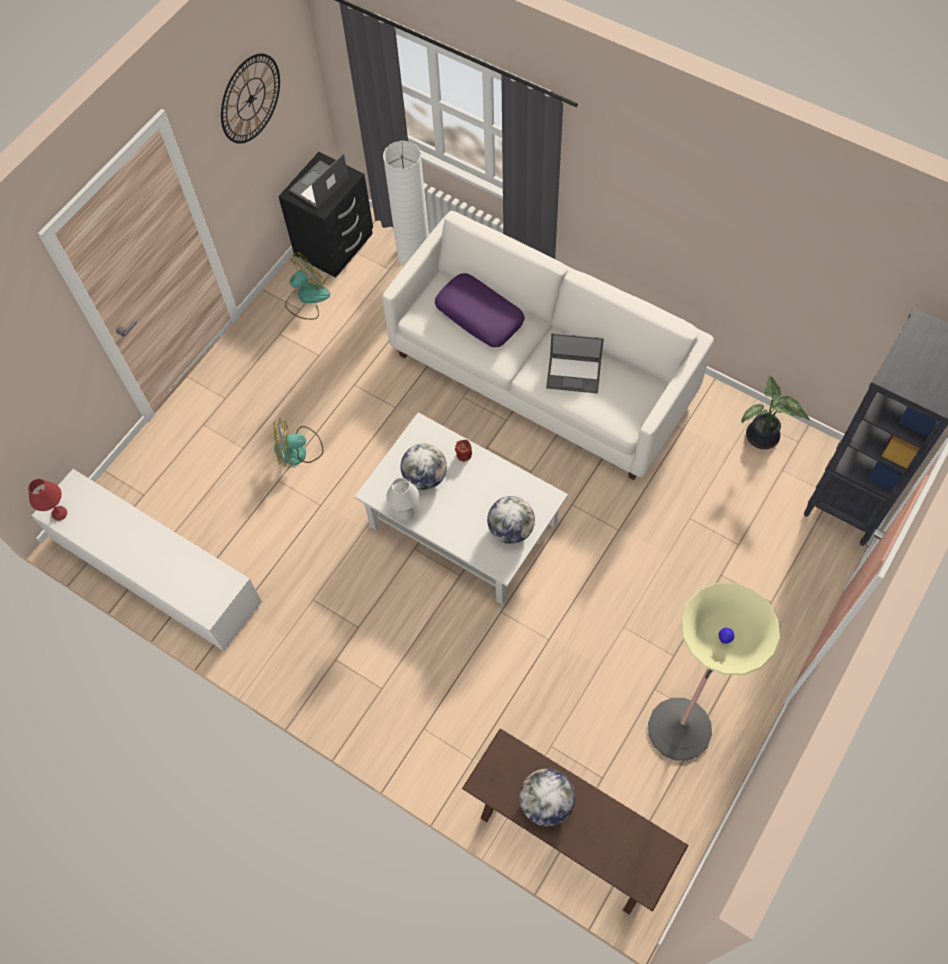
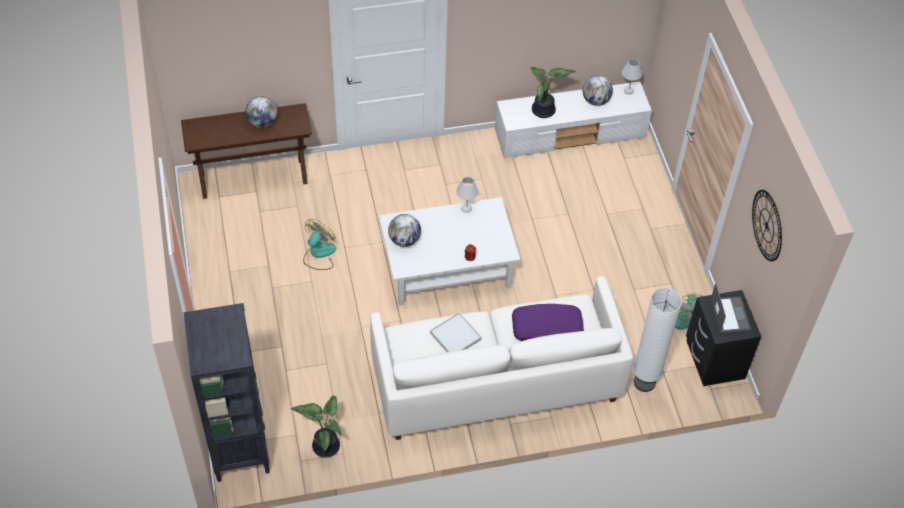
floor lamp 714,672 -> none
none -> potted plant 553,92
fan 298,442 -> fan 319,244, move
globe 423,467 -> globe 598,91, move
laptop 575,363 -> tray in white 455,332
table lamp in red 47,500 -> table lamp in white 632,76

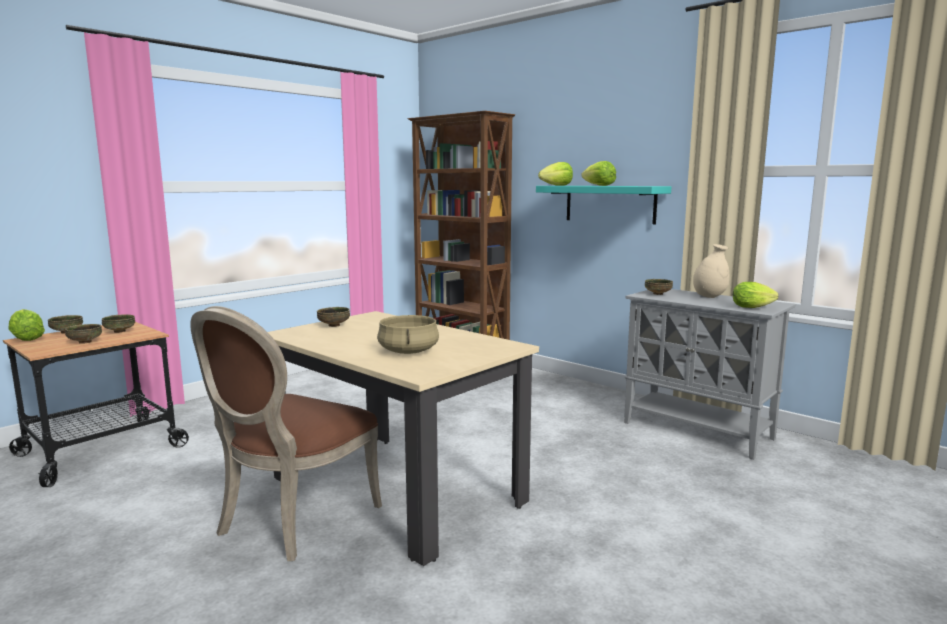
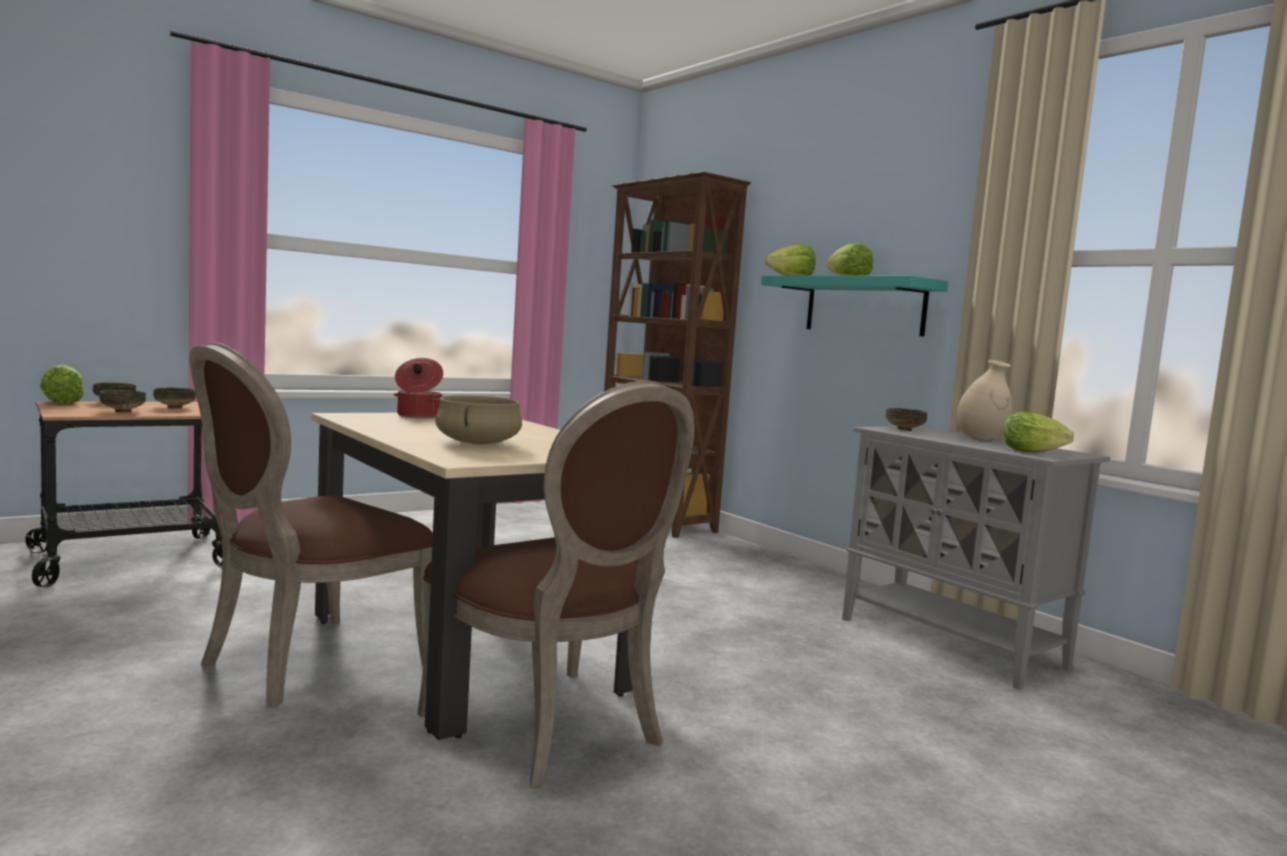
none -> chair in brown 556,584
bowl 333,317 -> cooking pot 418,388

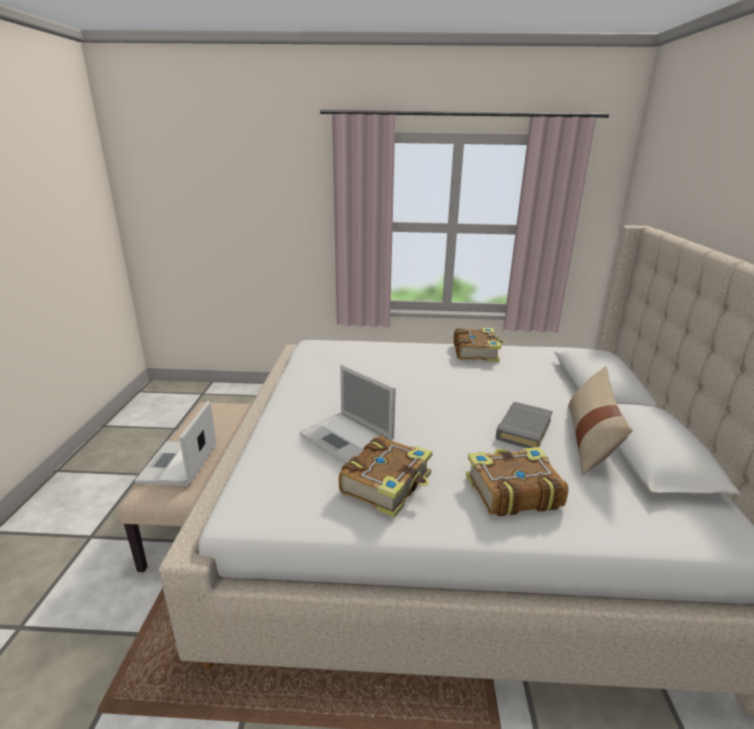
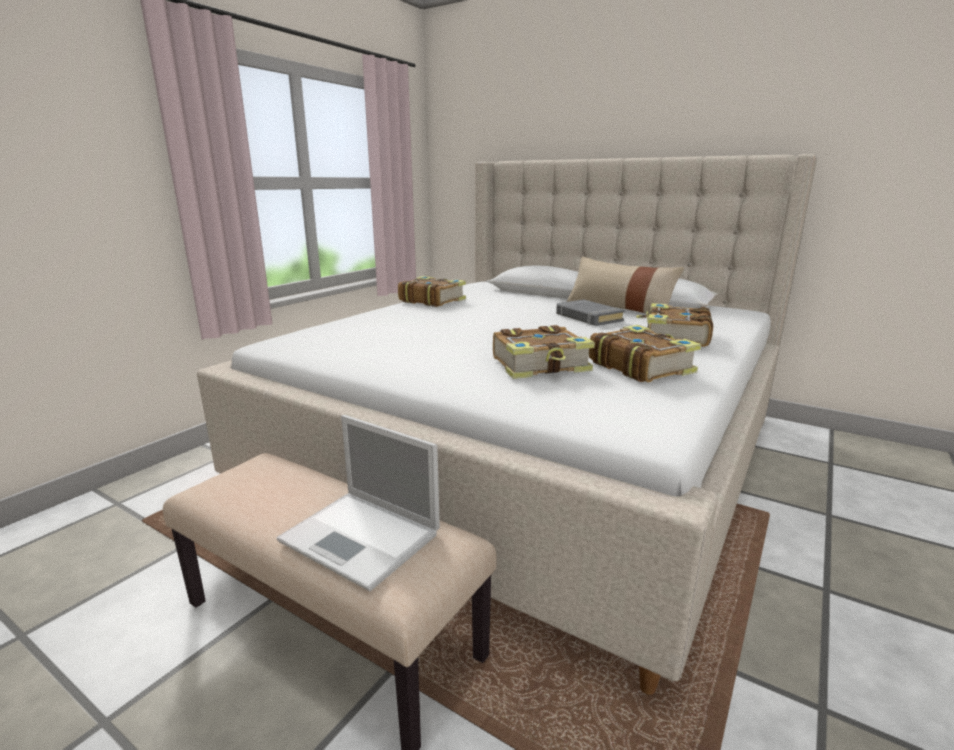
laptop 347,414 -> book 544,352

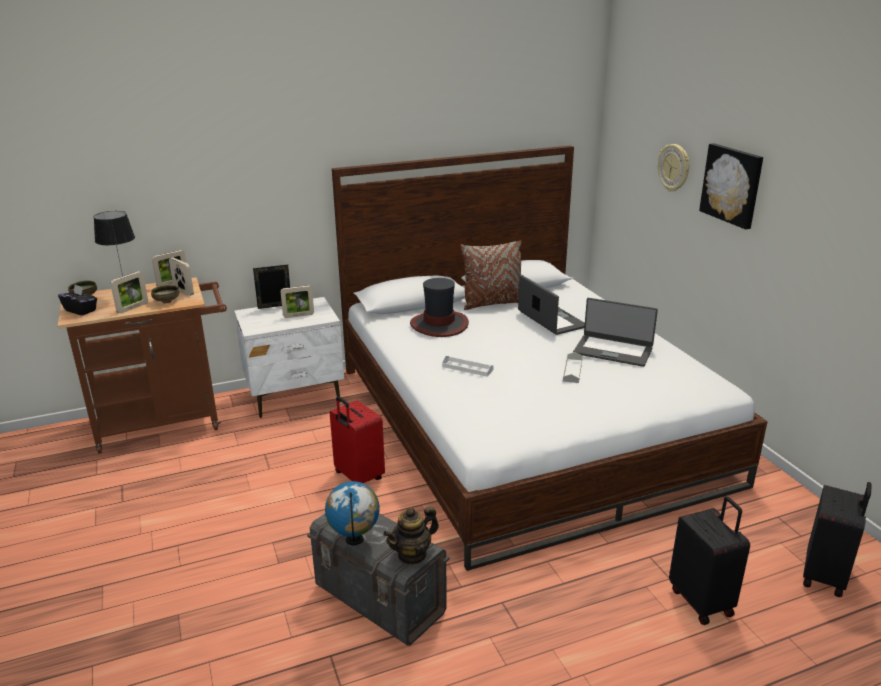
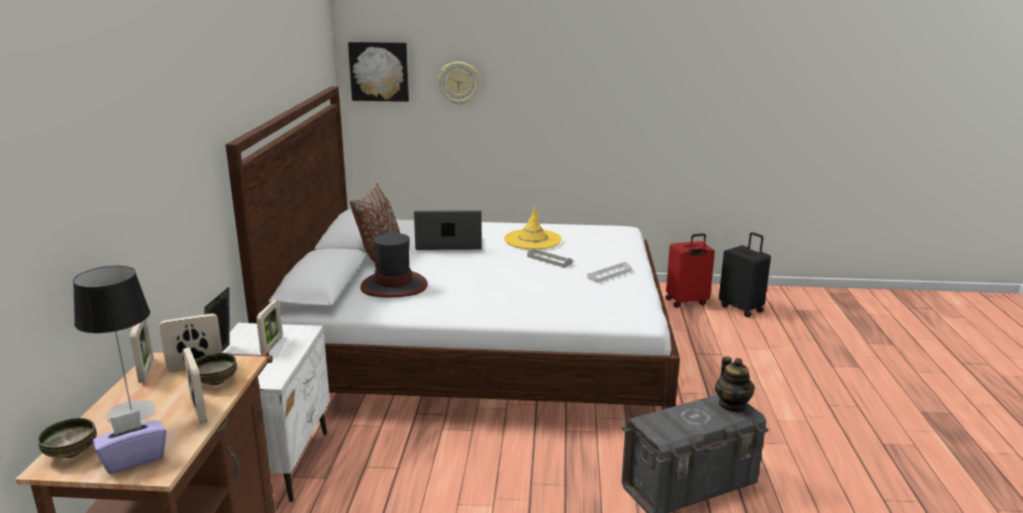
globe 352,513 -> none
suitcase in black 709,560 -> none
suitcase in red 357,439 -> suitcase in red 690,270, move
tray in white 468,366 -> tray in white 609,272, move
picture 731,186 -> picture 378,72, move
laptop 615,332 -> hat in yellow 533,227
tissue box in black 77,300 -> tissue box in purple 129,442

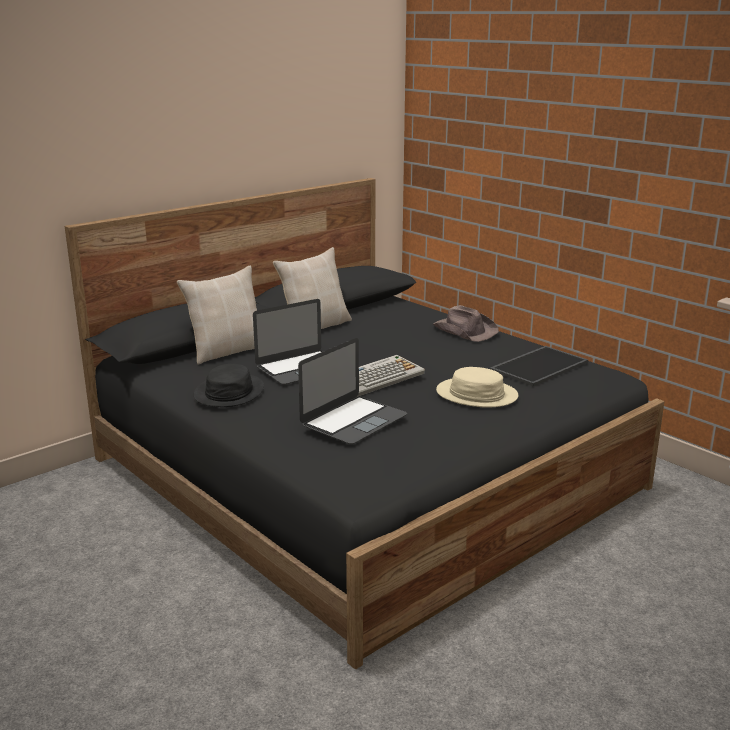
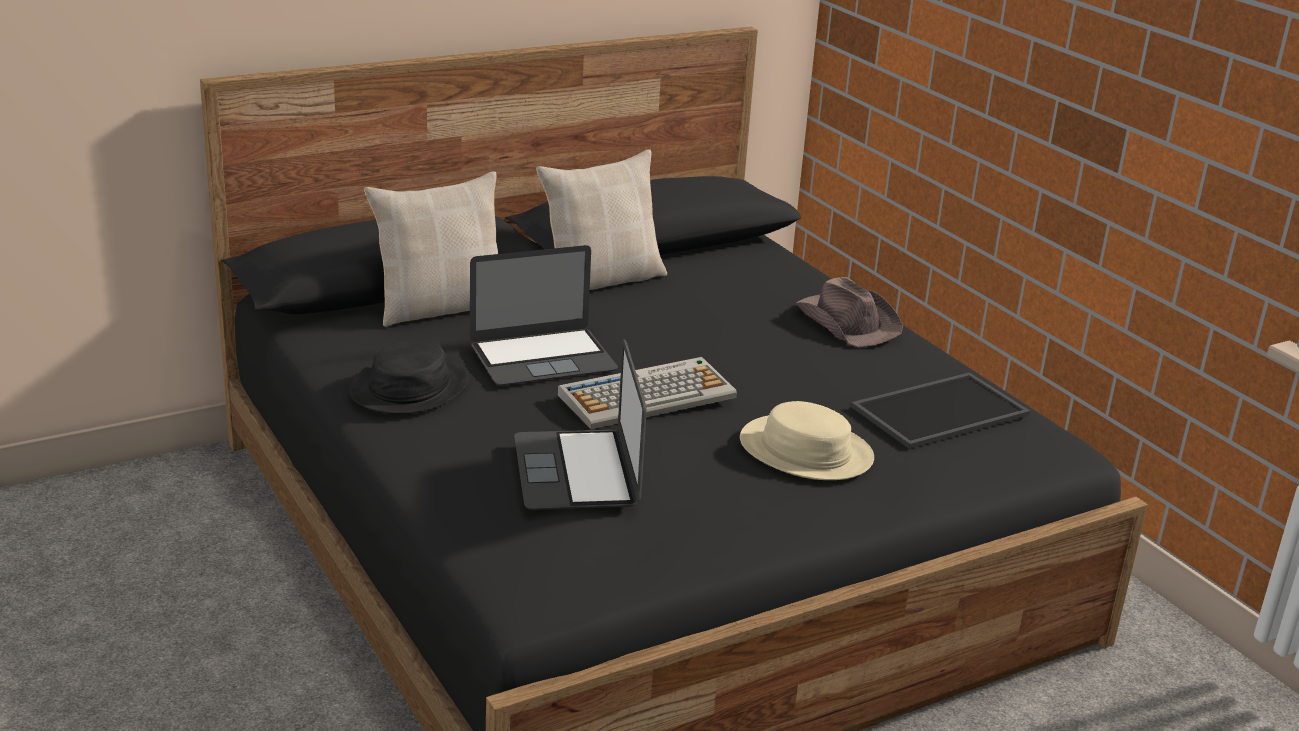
laptop 352,391 -> laptop 580,424, 120 degrees clockwise

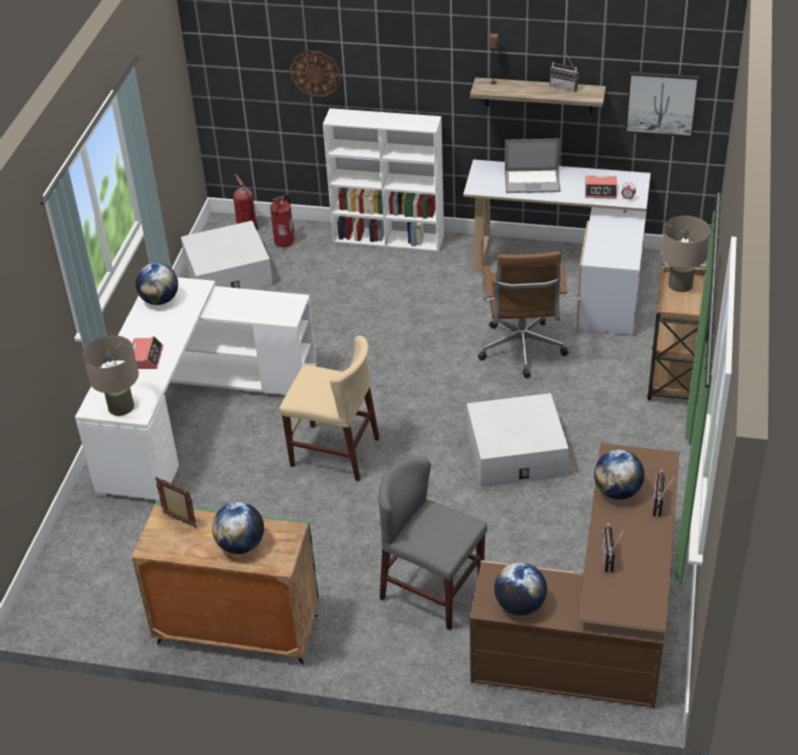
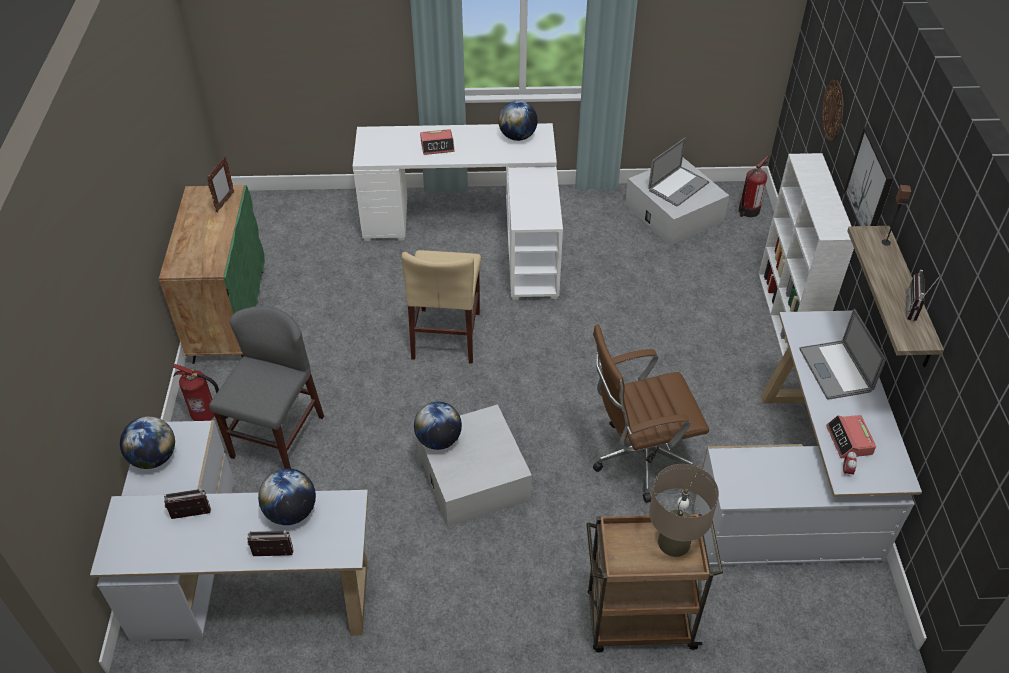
table lamp in beige 111,375 -> none
none -> laptop 678,172
globe 238,528 -> globe 438,426, move
fire extinguisher 282,220 -> fire extinguisher 200,392, move
picture 662,104 -> picture 869,176, move
desk in brown 574,575 -> desk in white 229,530

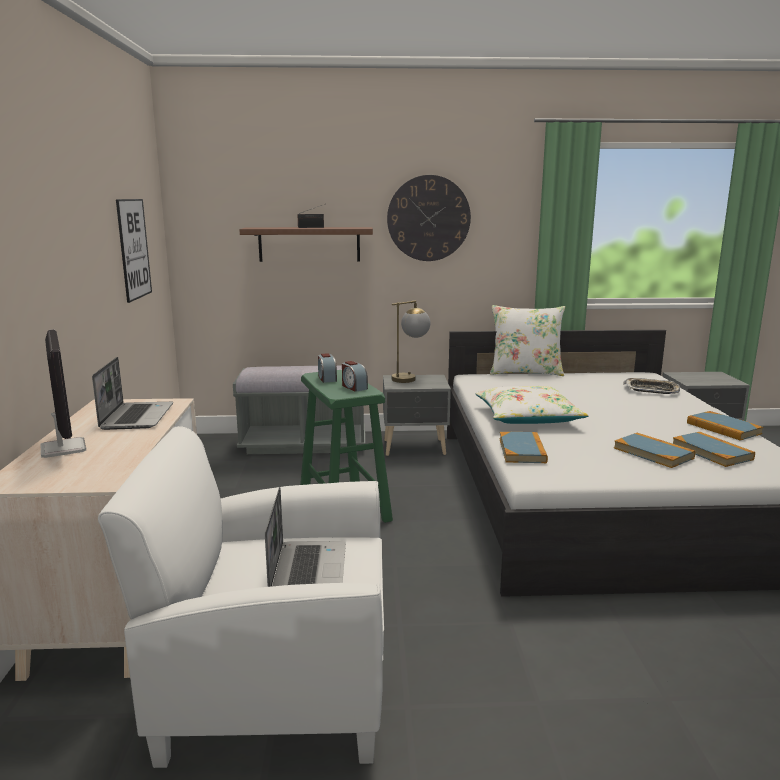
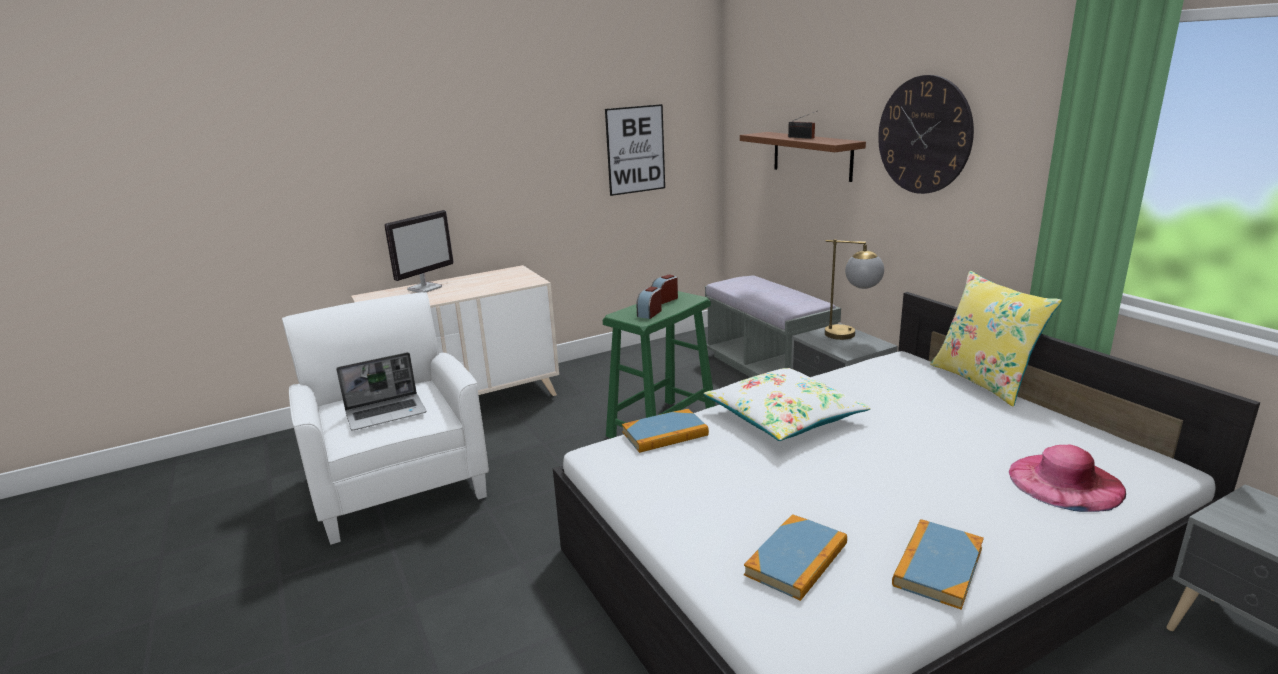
laptop 132,393 -> none
book 654,450 -> none
tray 651,386 -> hat in pink 1067,478
pillow in white 527,340 -> pillow in yellow 996,339

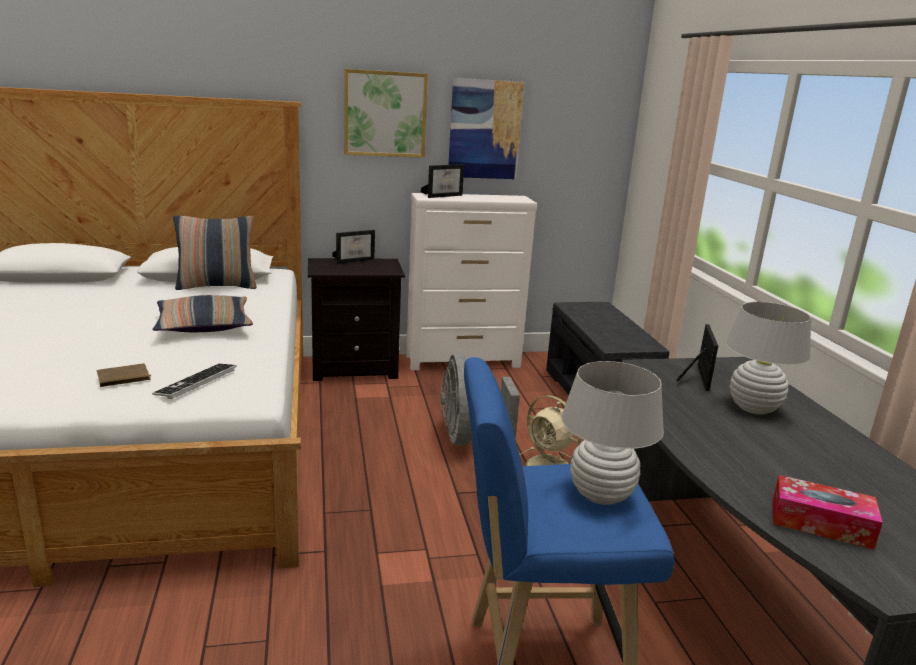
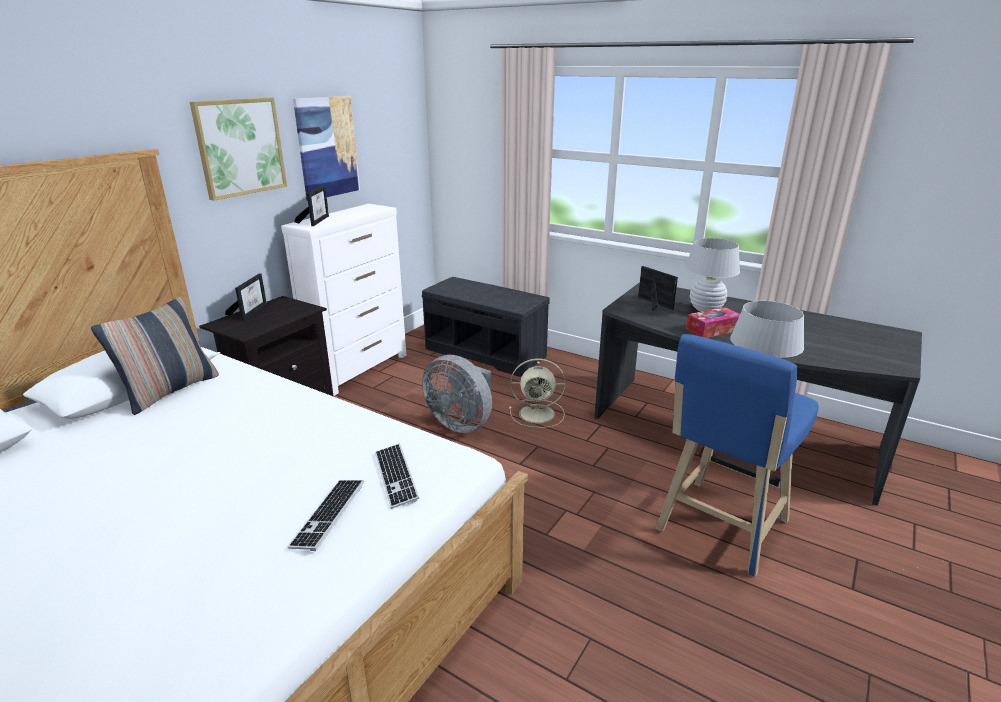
pillow 202,313 -> none
tissue box 827,512 -> tissue box 713,322, move
book in brown 124,375 -> keyboard 326,515

